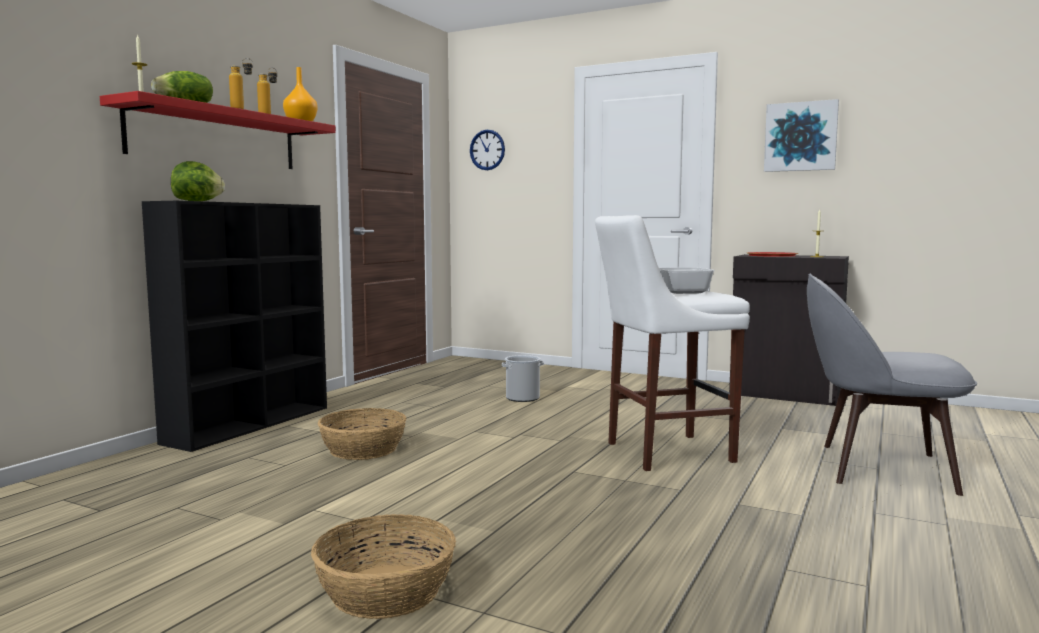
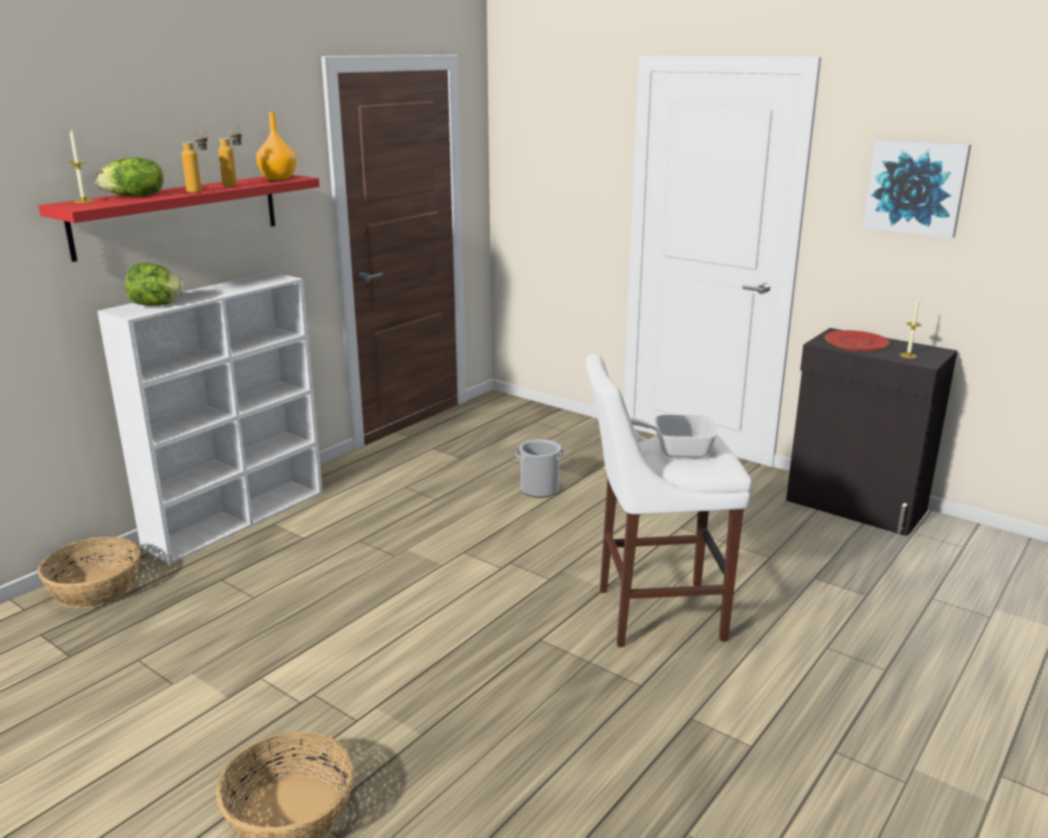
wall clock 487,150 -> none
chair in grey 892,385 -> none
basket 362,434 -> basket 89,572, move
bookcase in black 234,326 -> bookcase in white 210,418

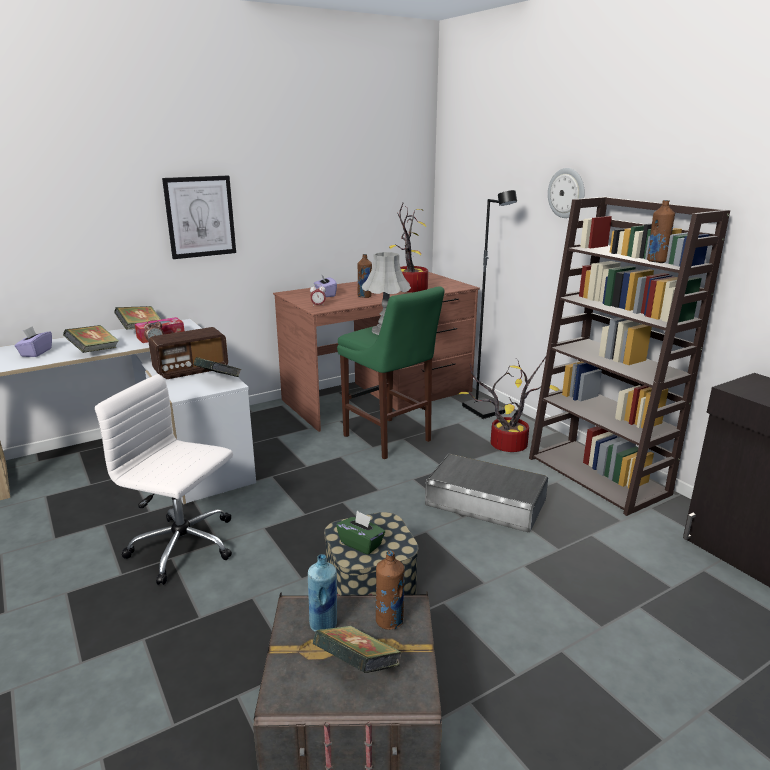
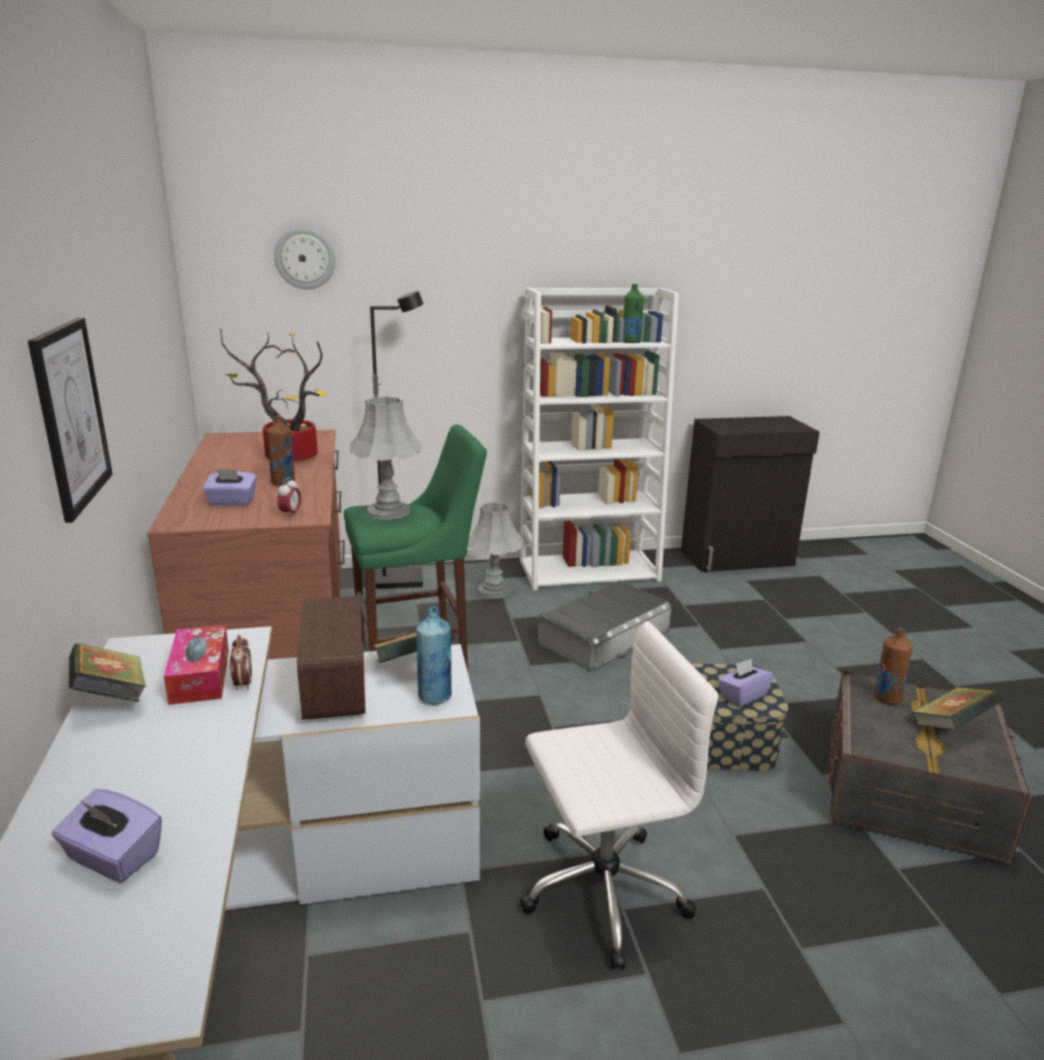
book 91,339 -> none
bottle in blue 322,593 -> bottle in blue 434,655, move
wall clock 566,193 -> wall clock 305,258, move
potted plant 508,404 -> table lamp in grey 495,550
tissue box in green 360,533 -> tissue box in purple 746,682
bookcase in brown 629,356 -> bookcase in white 599,438
bottle in brown 661,231 -> bottle in green 633,313
office chair in white 164,479 -> office chair in white 619,795, 150 degrees counterclockwise

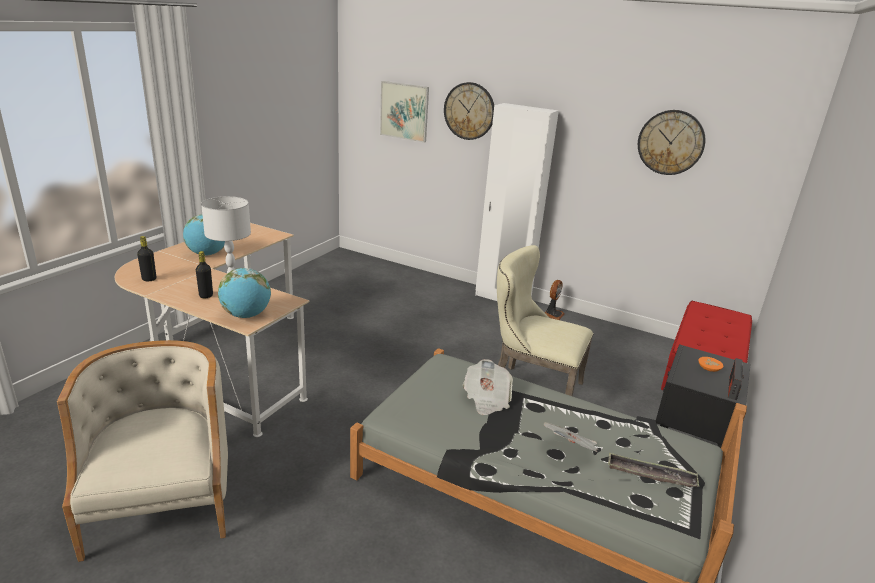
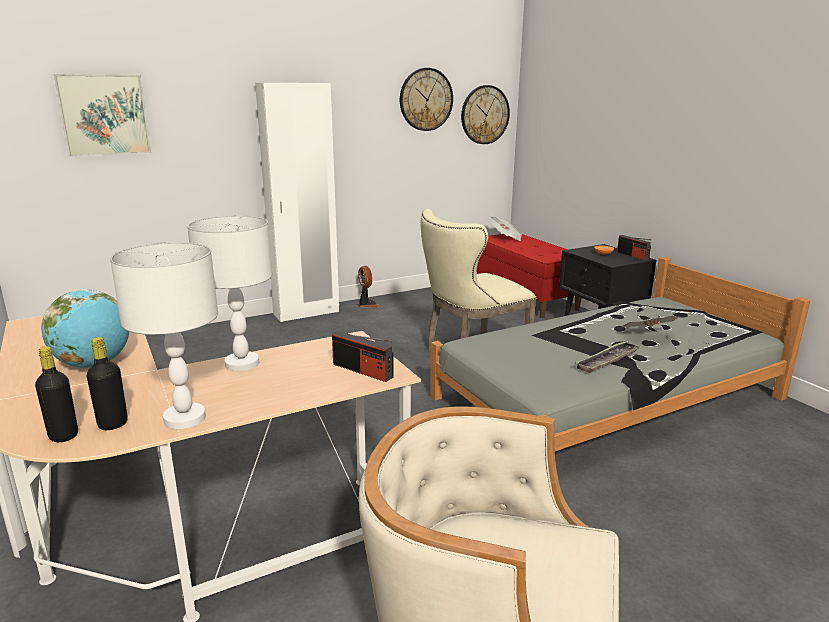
none -> table lamp in white 164,335
bottle in black 204,274 -> bottle in black 56,394, move
wall clock 469,111 -> wall clock 485,114, move
newspaper 488,387 -> newspaper 506,228, move
tray 653,470 -> tray 608,357, move
globe 244,293 -> radio 363,356

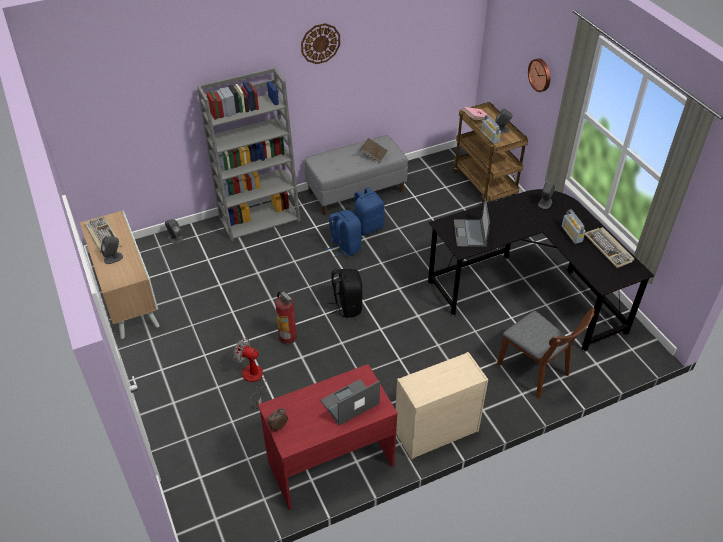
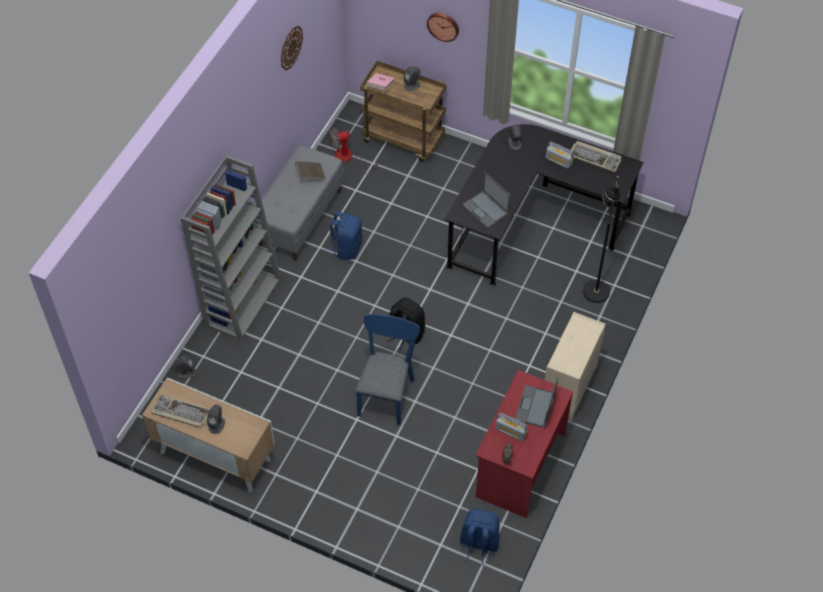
fan 250,373 -> fan 354,150, move
wall clock 320,43 -> wall clock 292,48, move
backpack in blue 344,234 -> backpack in blue 480,537, move
radio 491,129 -> radio 512,427, move
fire extinguisher 286,318 -> chair in blue 387,369
chair in brown 545,353 -> floor lamp in black 601,239

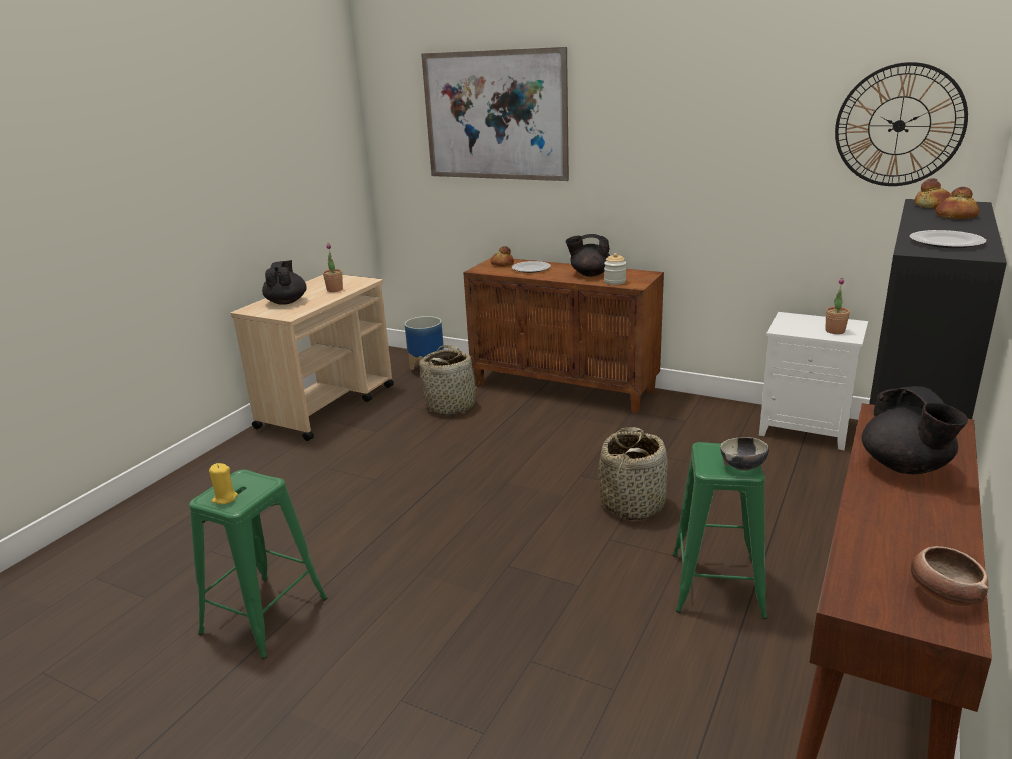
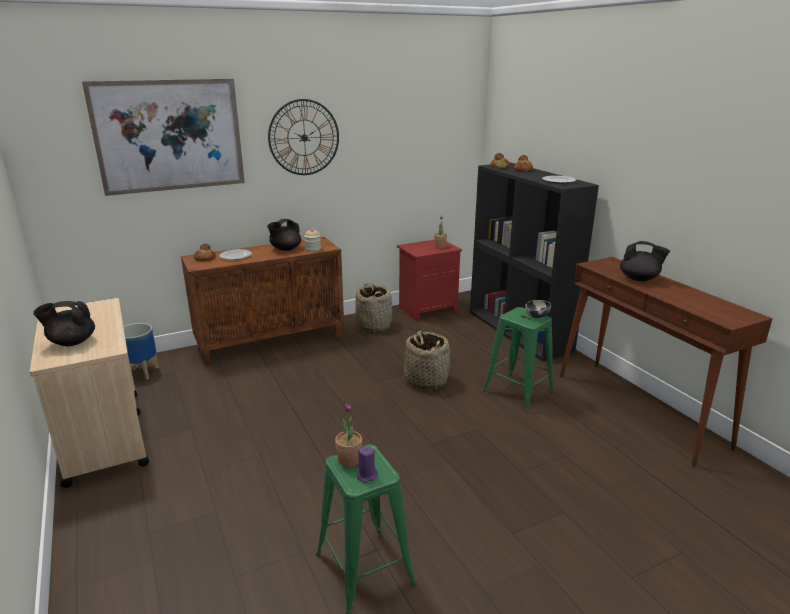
bowl 950,576 -> none
potted plant 333,267 -> potted plant 348,435, move
basket 450,380 -> basket 373,307, move
wall clock 901,124 -> wall clock 303,137, move
candle in yellow 223,483 -> candle in purple 367,464
nightstand in white 813,381 -> nightstand in red 429,280
teapot in black 284,282 -> teapot in black 64,323, 45 degrees counterclockwise

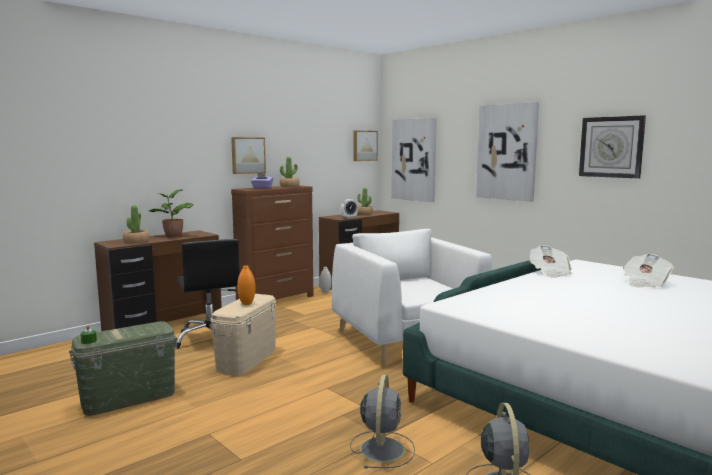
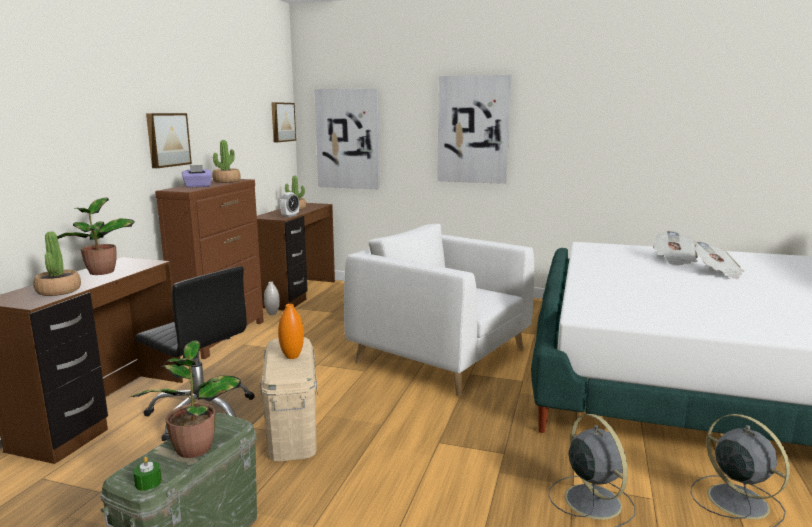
wall clock 612,147 -> none
none -> potted plant 185,399
newspaper 550,261 -> newspaper 719,260, move

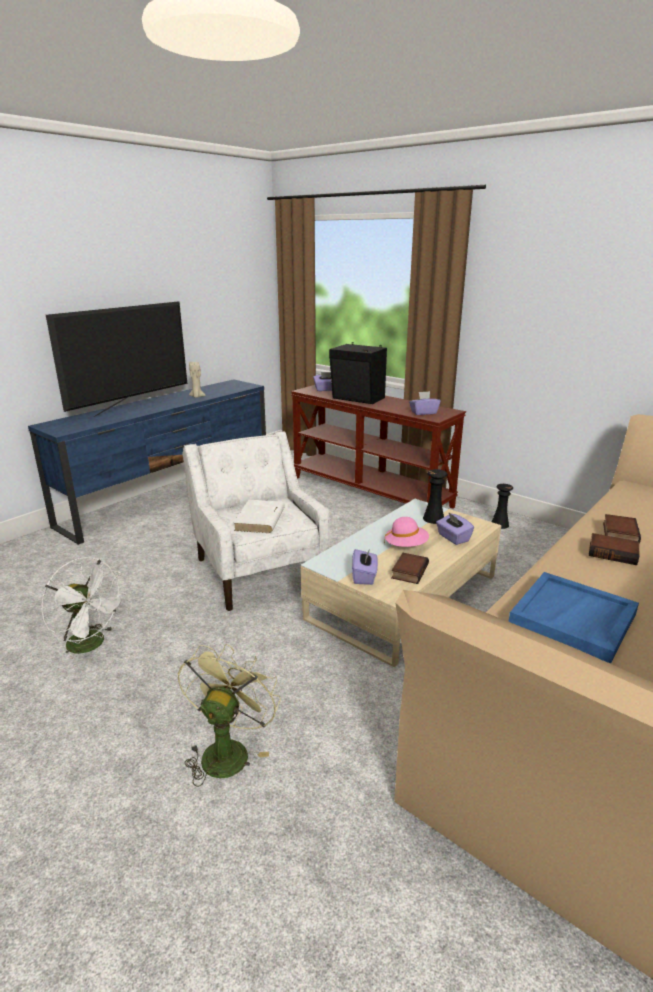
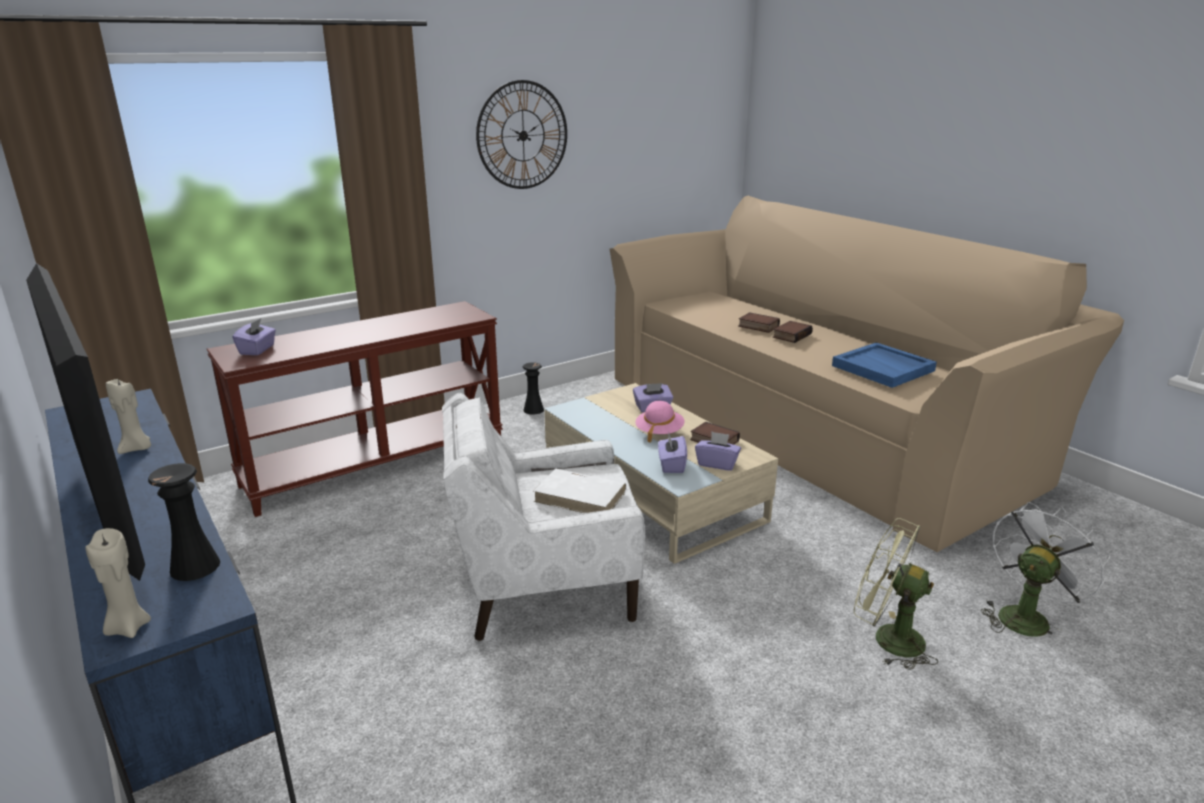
speaker in black 358,373 -> none
none -> candle in beige 118,583
none -> wall clock 521,134
fan in white 84,611 -> fan in white 1045,569, move
tissue box in purple 425,403 -> tissue box in purple 672,453, move
vase in black 435,496 -> vase in black 184,522, move

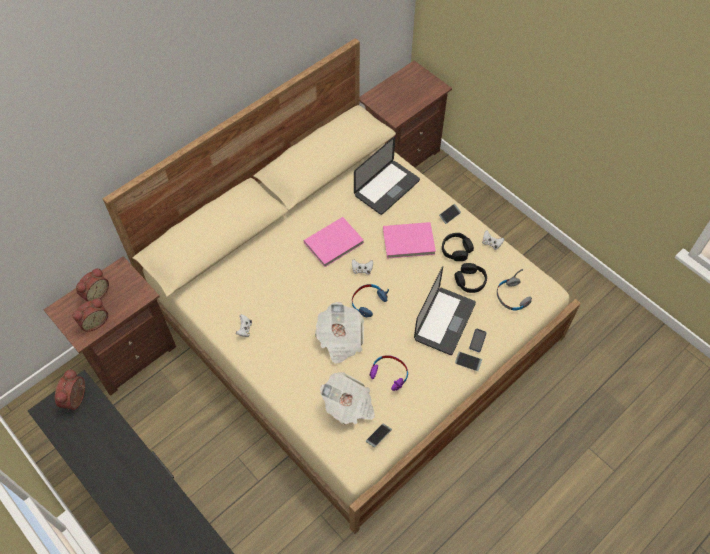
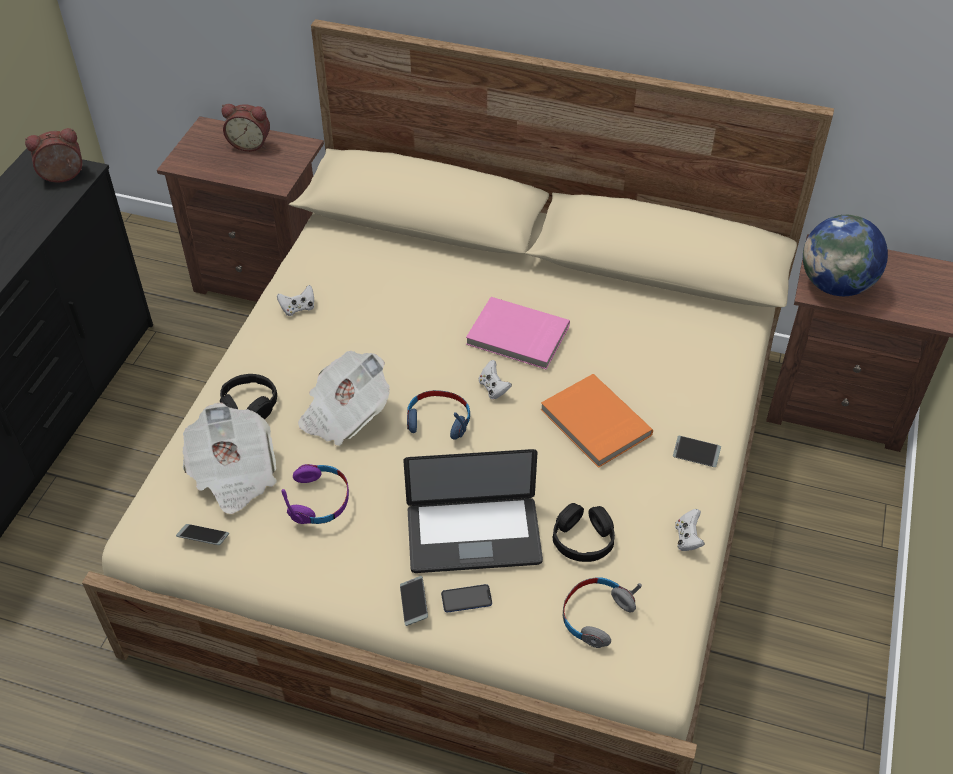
alarm clock 90,315 -> none
laptop 387,176 -> none
none -> globe 845,255
headphones in black 458,247 -> headphones in black 248,396, move
book in pink 409,240 -> book in orange 597,421

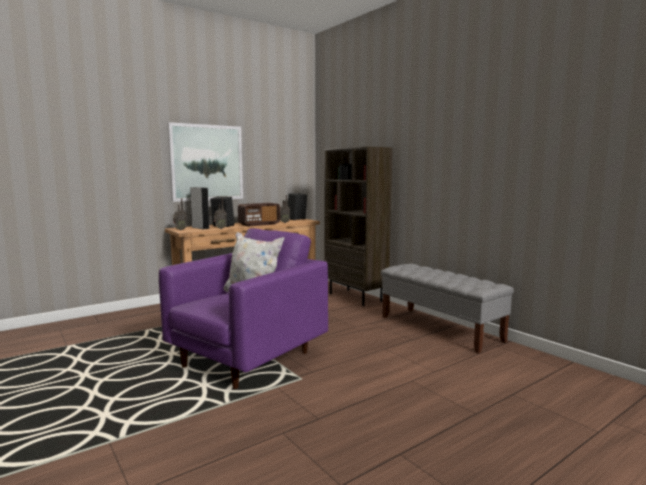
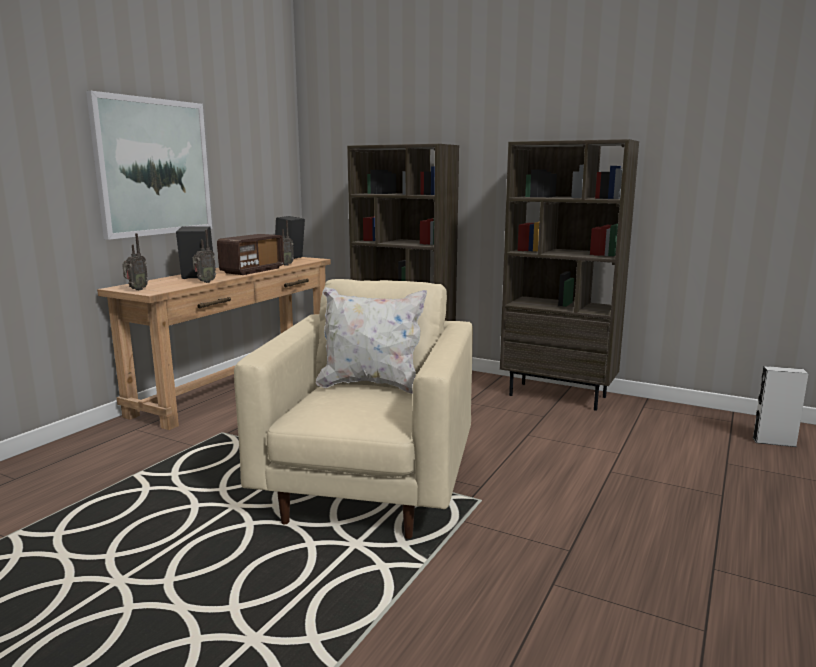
speaker in grey 200,208 -> speaker in grey 780,406, move
bench in grey 447,309 -> bookcase in brown 569,275
armchair in purple 243,308 -> armchair in beige 353,409

